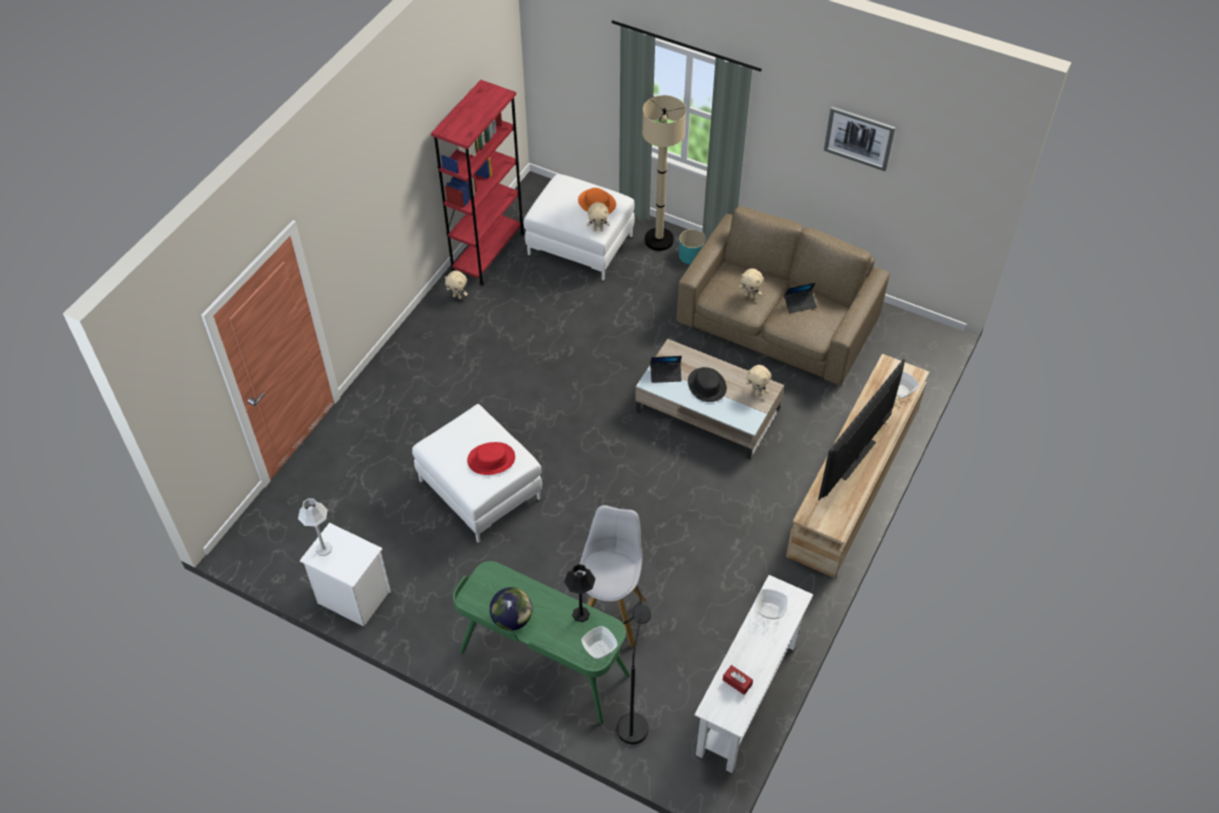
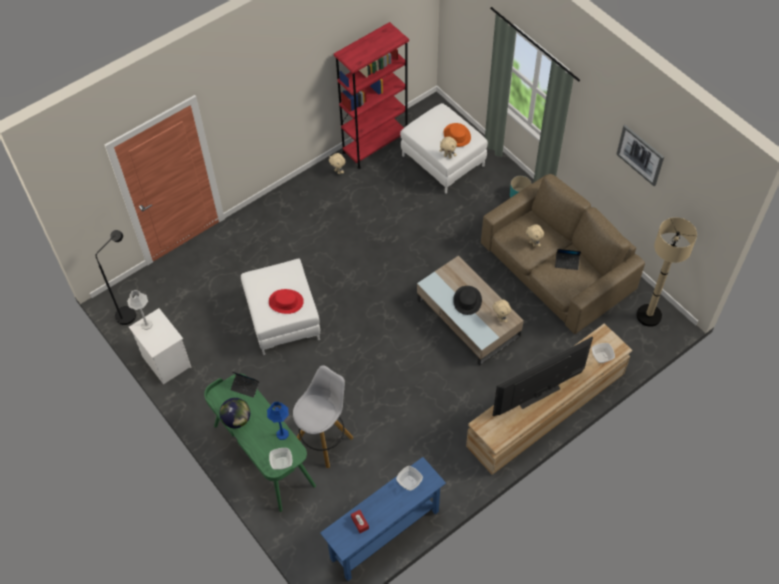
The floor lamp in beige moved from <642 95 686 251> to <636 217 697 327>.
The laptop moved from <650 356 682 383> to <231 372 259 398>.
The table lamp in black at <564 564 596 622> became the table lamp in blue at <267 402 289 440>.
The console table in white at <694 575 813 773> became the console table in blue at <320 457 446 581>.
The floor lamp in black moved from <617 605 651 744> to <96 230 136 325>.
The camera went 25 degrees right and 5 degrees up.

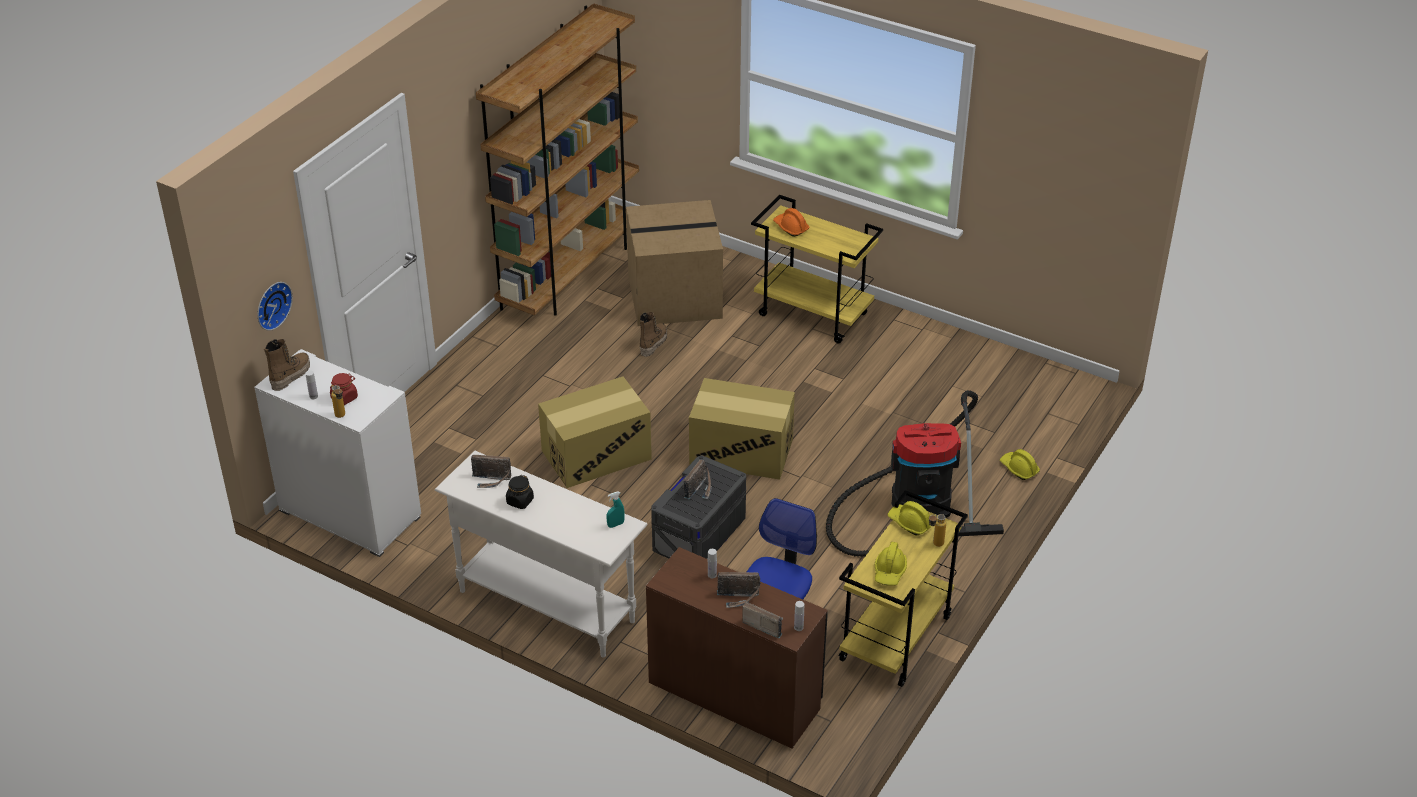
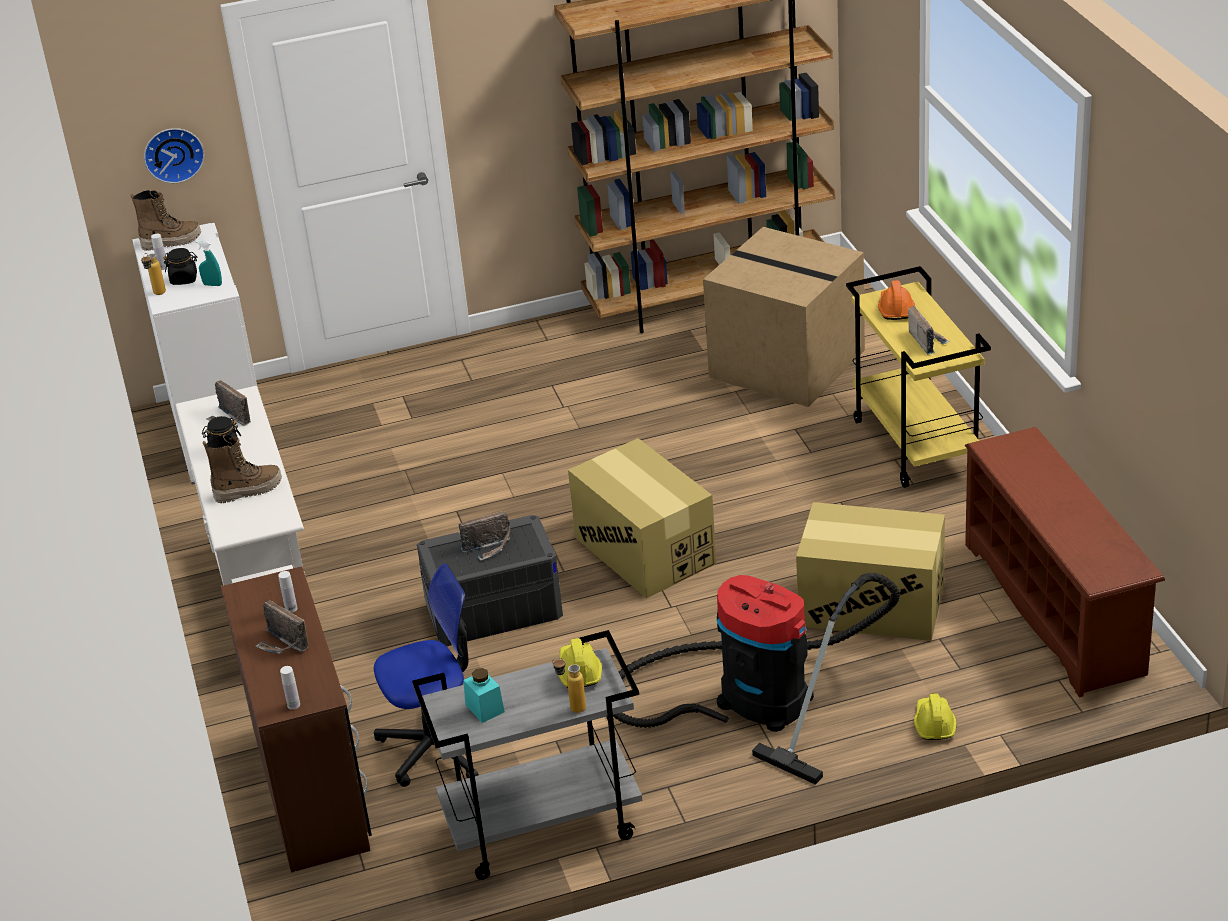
The boot moved from <640 312 667 357> to <203 434 282 503>.
The jar in red at <330 373 358 405> became the jar in black at <164 248 197 285>.
The cardboard box moved from <538 377 652 488> to <796 502 945 641>.
The cart in yellow at <838 490 968 687> became the cart in grey at <412 630 642 880>.
The spray bottle in turquoise moved from <606 491 625 528> to <196 241 222 286>.
The hard hat in yellow at <875 542 907 586> was replaced by the jar in turquoise at <463 668 505 723>.
The radio moved from <742 602 783 638> to <908 305 949 354>.
The shoe rack in brown at <965 427 1165 698> appeared.
The camera went 45 degrees right and 5 degrees down.

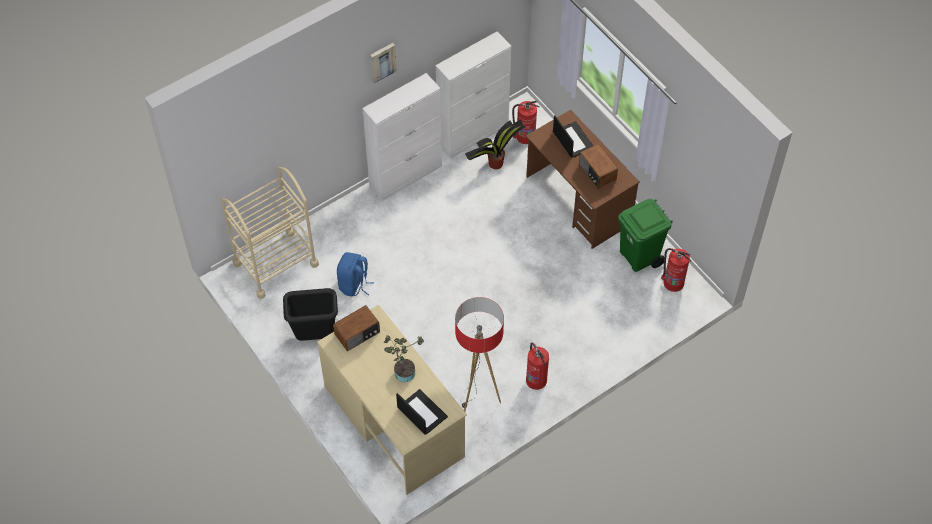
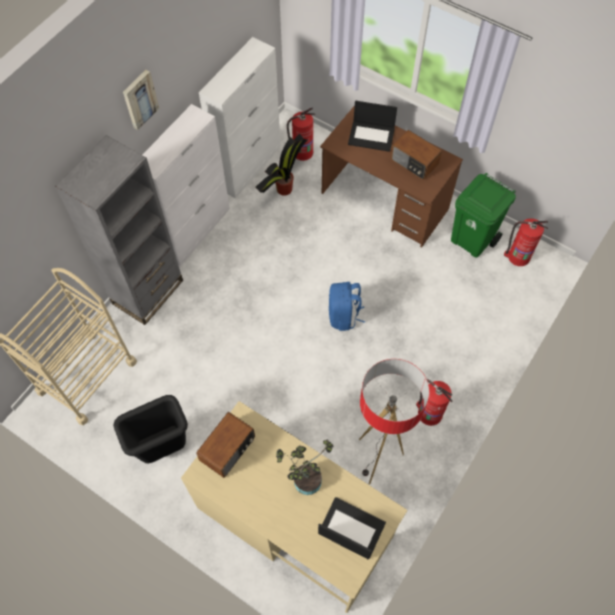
The laptop at <553 115 593 158> turned 150 degrees clockwise.
The backpack in blue moved from <337 252 374 297> to <329 282 365 331>.
The bookcase in grey at <55 135 183 325> appeared.
The camera went 20 degrees left and 5 degrees up.

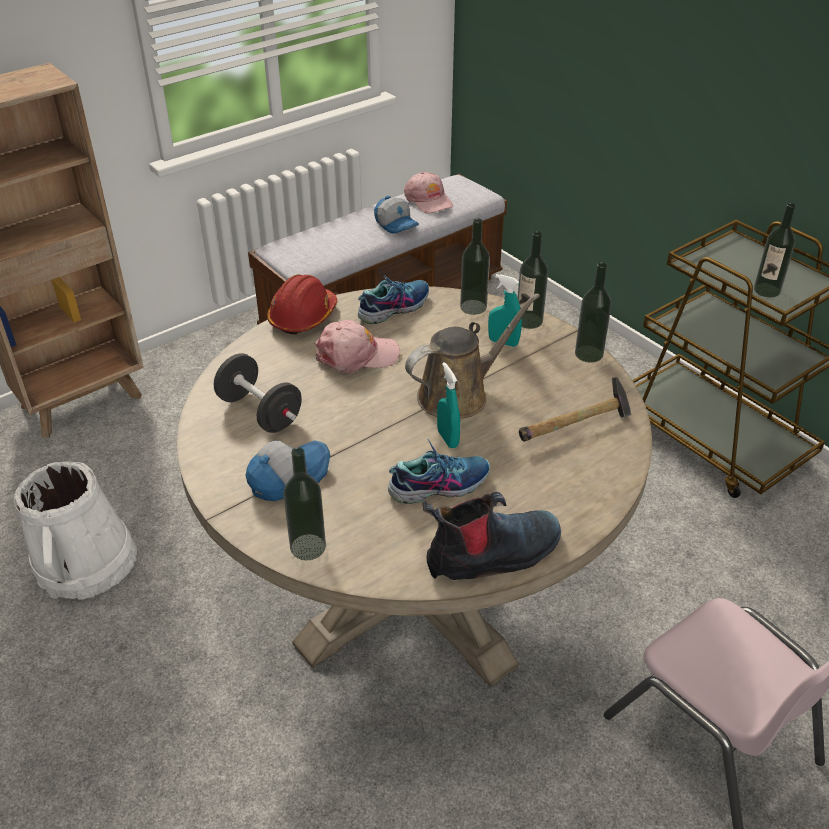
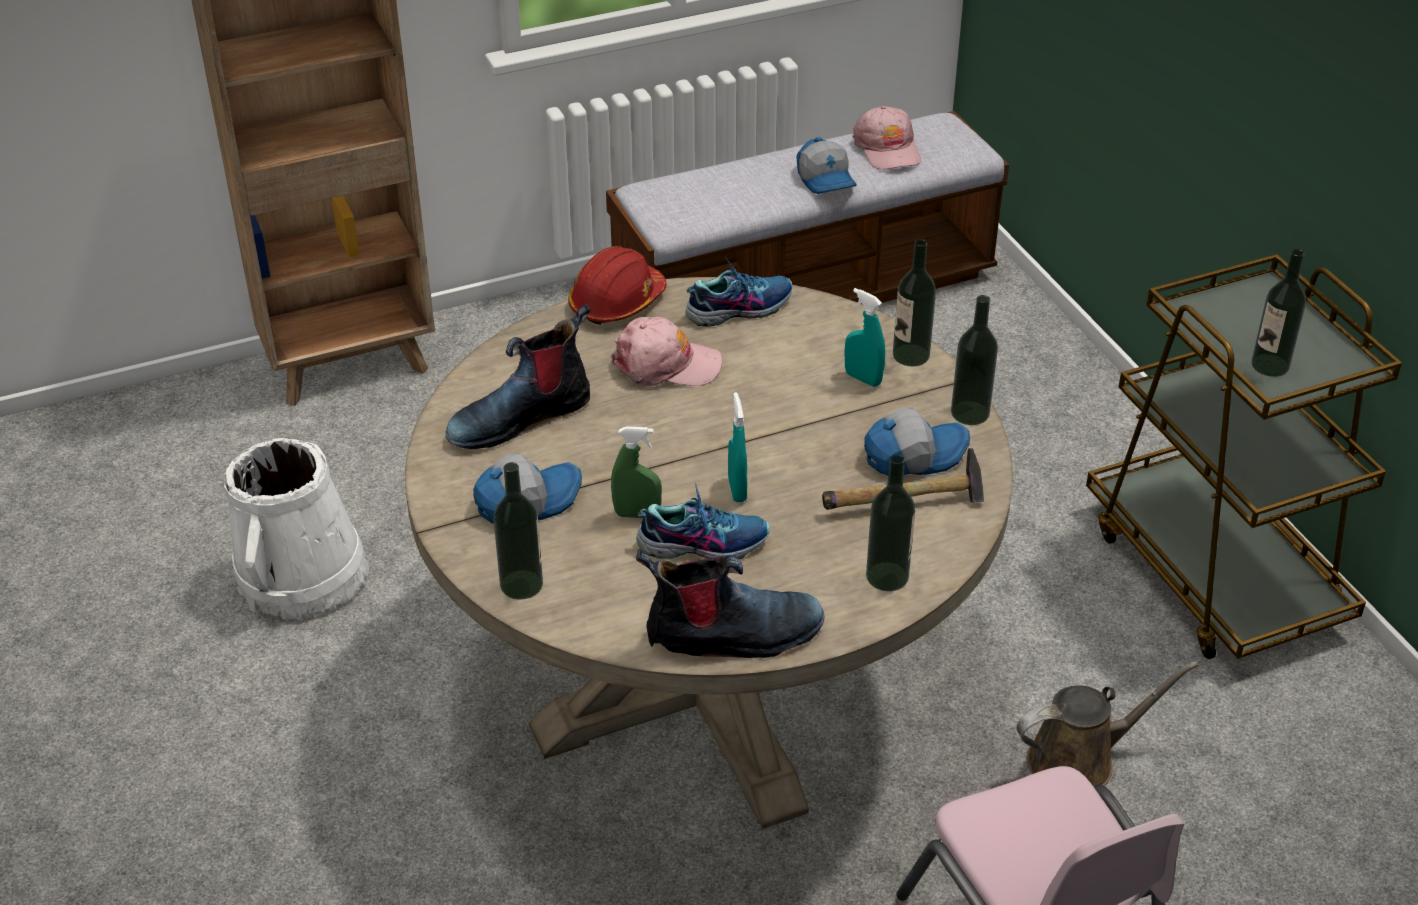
The bottle moved from <460 218 490 315> to <866 454 915 591>.
The watering can in brown moved from <405 293 540 418> to <1016 661 1198 786>.
The dumbbell in black at <214 353 302 433> was replaced by the boot at <445 304 590 449>.
The cap at <864 408 970 476> appeared.
The spray bottle in green at <611 426 662 518> appeared.
The camera went 15 degrees right and 0 degrees up.

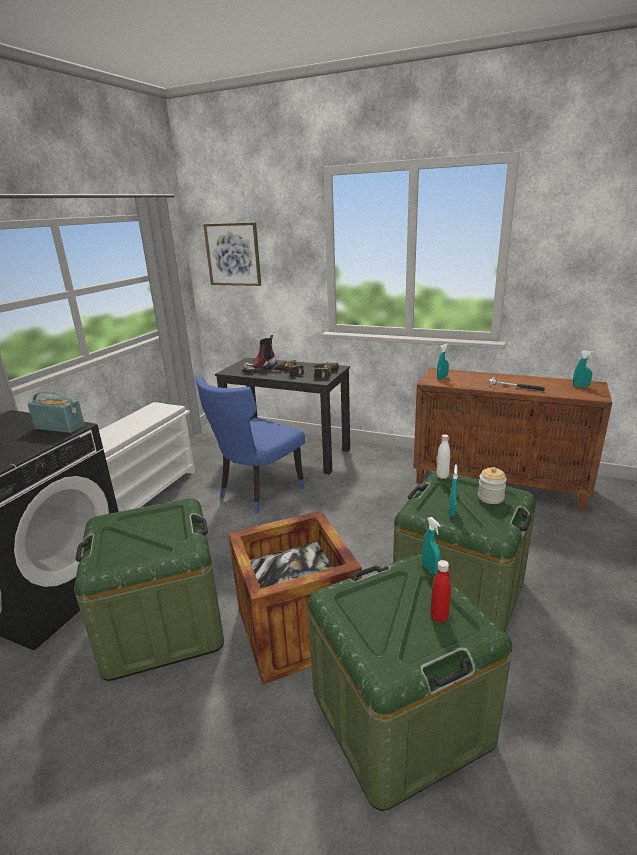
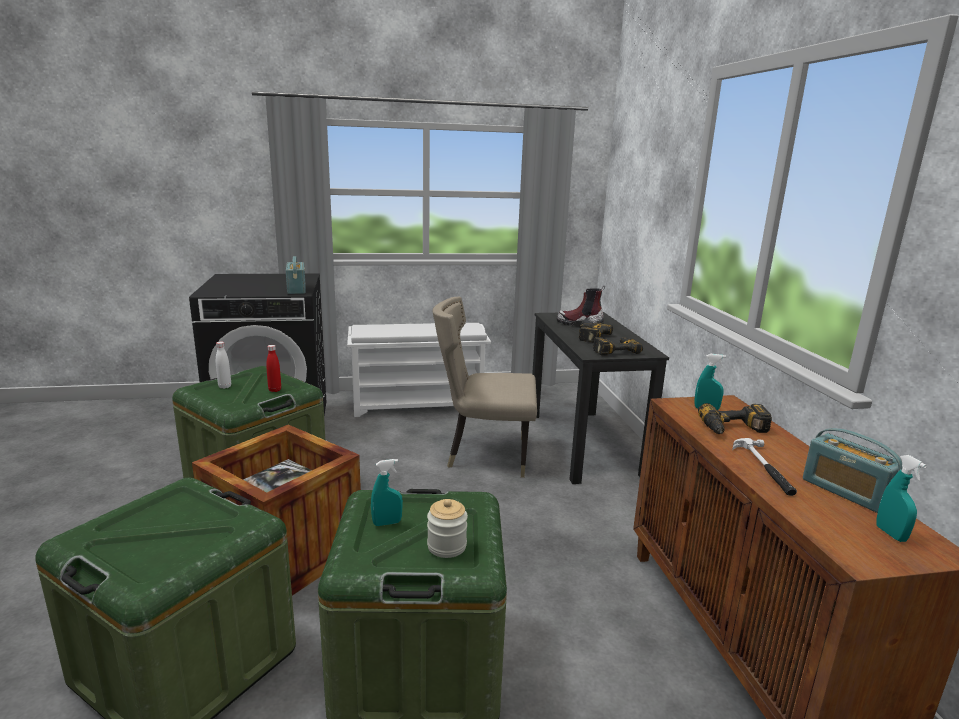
The picture at <203 222 261 286> disappeared.
The chair in blue at <196 376 305 513> became the chair in beige at <432 297 537 478>.
The bottle in white moved from <437 434 450 479> to <216 341 231 389>.
The spray bottle in turquoise at <422 517 441 574> disappeared.
The bottle in red moved from <430 560 451 623> to <266 345 281 392>.
The power drill at <698 403 772 434> appeared.
The radio at <803 428 902 513> appeared.
The camera went 55 degrees right and 5 degrees down.

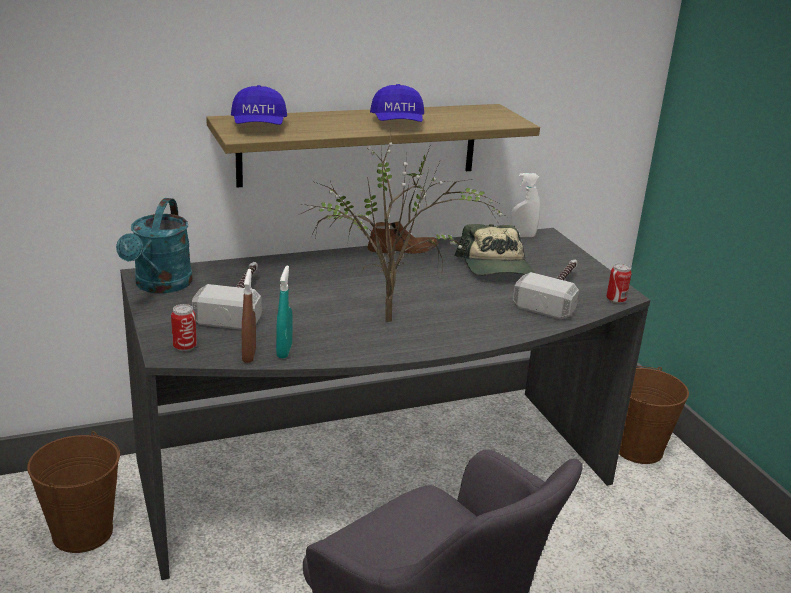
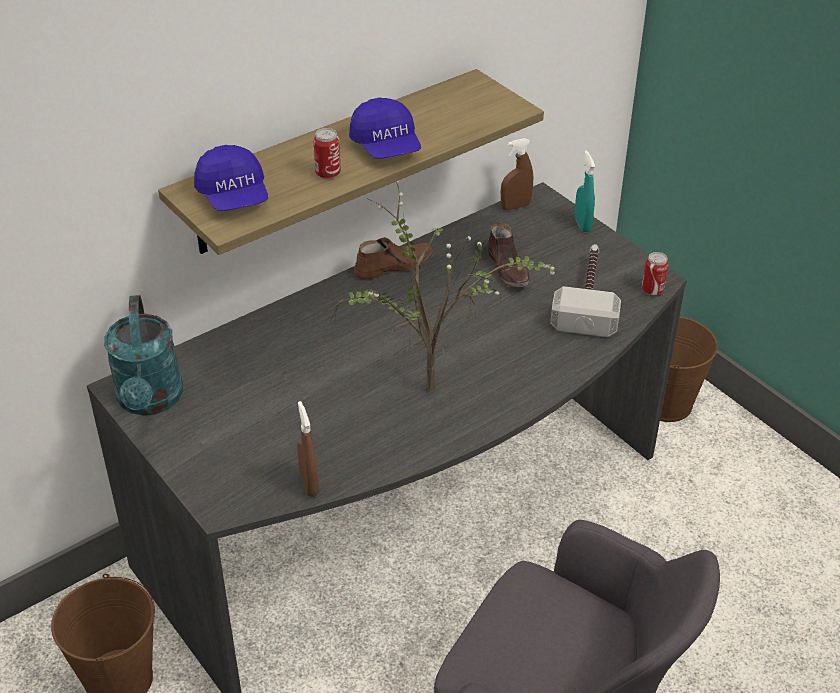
The spray bottle in white at <510 173 540 237> became the spray bottle in brown at <501 138 533 210>.
The cap at <454 224 535 275> was replaced by the shoe in brown at <487 222 530 287>.
The hammer at <192 262 262 330> disappeared.
The spray bottle in turquoise moved from <276 266 293 358> to <575 150 595 232>.
The can moved from <171 304 197 351> to <313 128 341 179>.
The camera went 15 degrees left and 15 degrees up.

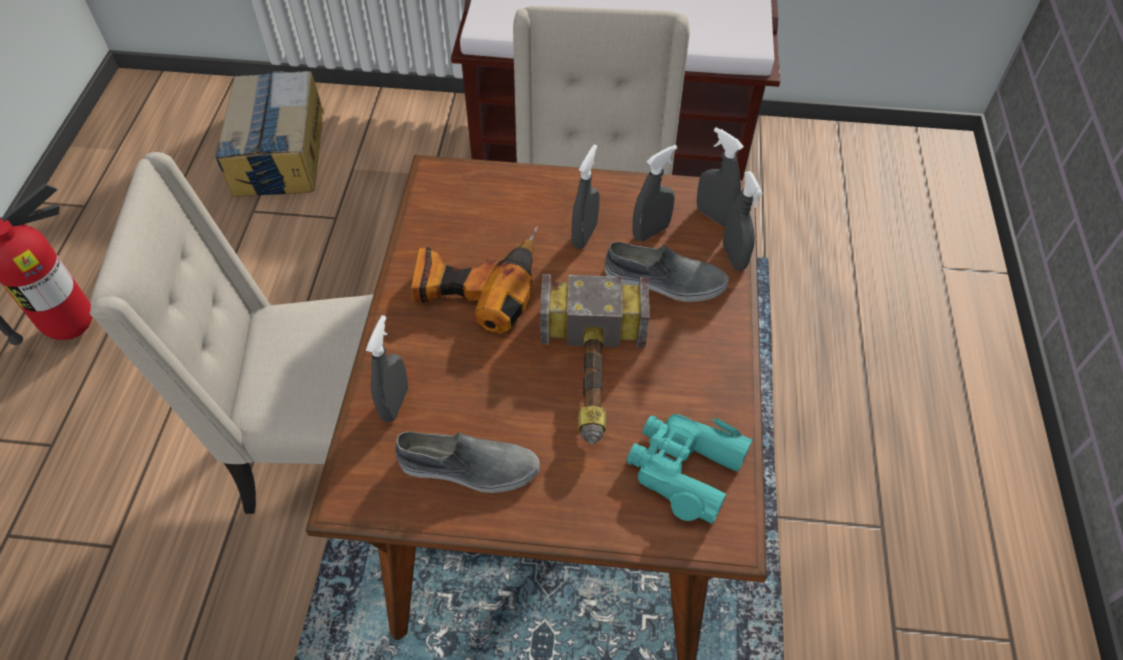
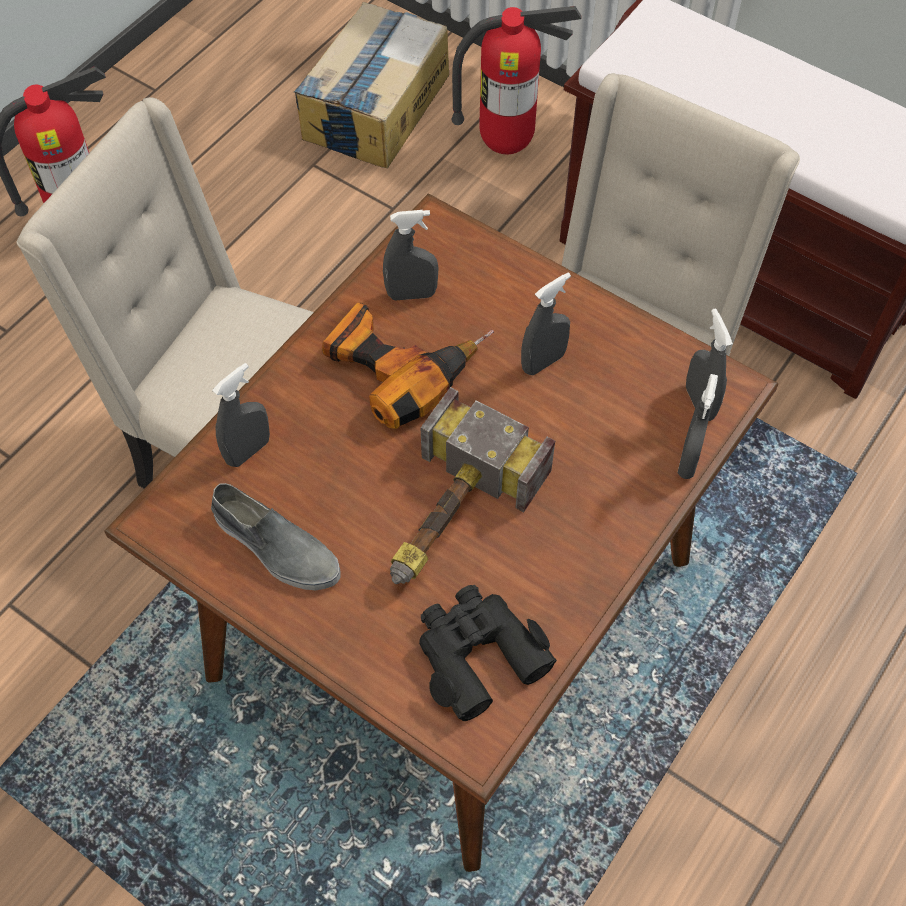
The spray bottle in grey moved from <633 145 677 241> to <383 210 439 300>.
The shoe in grey at <605 242 728 302> disappeared.
The binoculars in turquoise at <626 414 753 524> became the binoculars in black at <419 585 557 721>.
The fire extinguisher at <452 6 581 154> appeared.
The camera went 30 degrees right and 5 degrees up.

